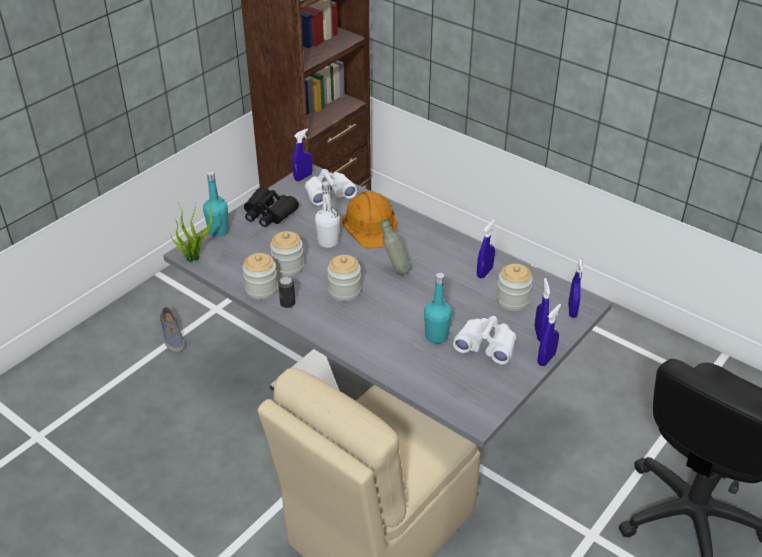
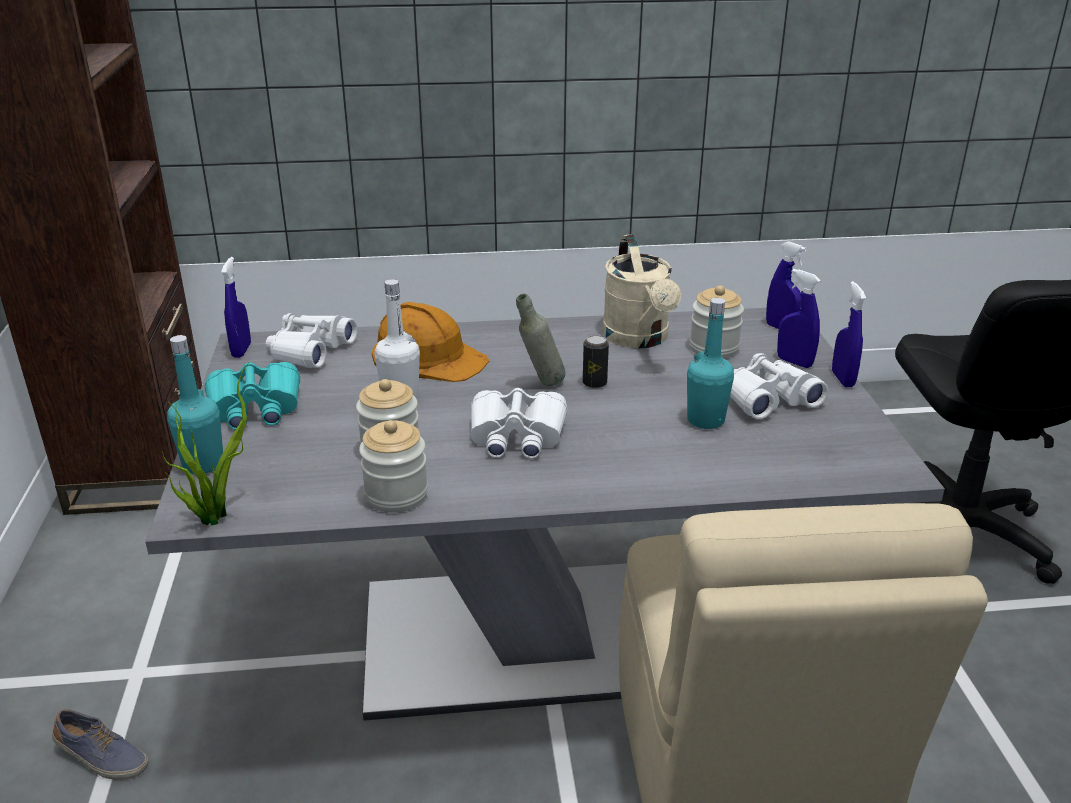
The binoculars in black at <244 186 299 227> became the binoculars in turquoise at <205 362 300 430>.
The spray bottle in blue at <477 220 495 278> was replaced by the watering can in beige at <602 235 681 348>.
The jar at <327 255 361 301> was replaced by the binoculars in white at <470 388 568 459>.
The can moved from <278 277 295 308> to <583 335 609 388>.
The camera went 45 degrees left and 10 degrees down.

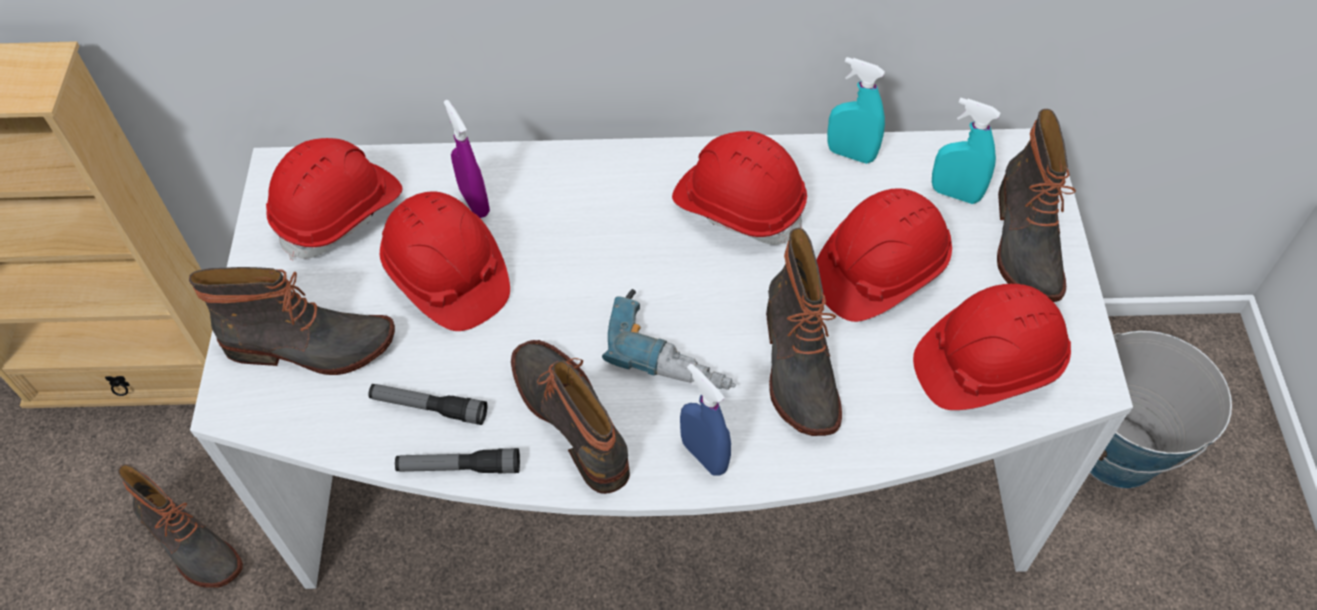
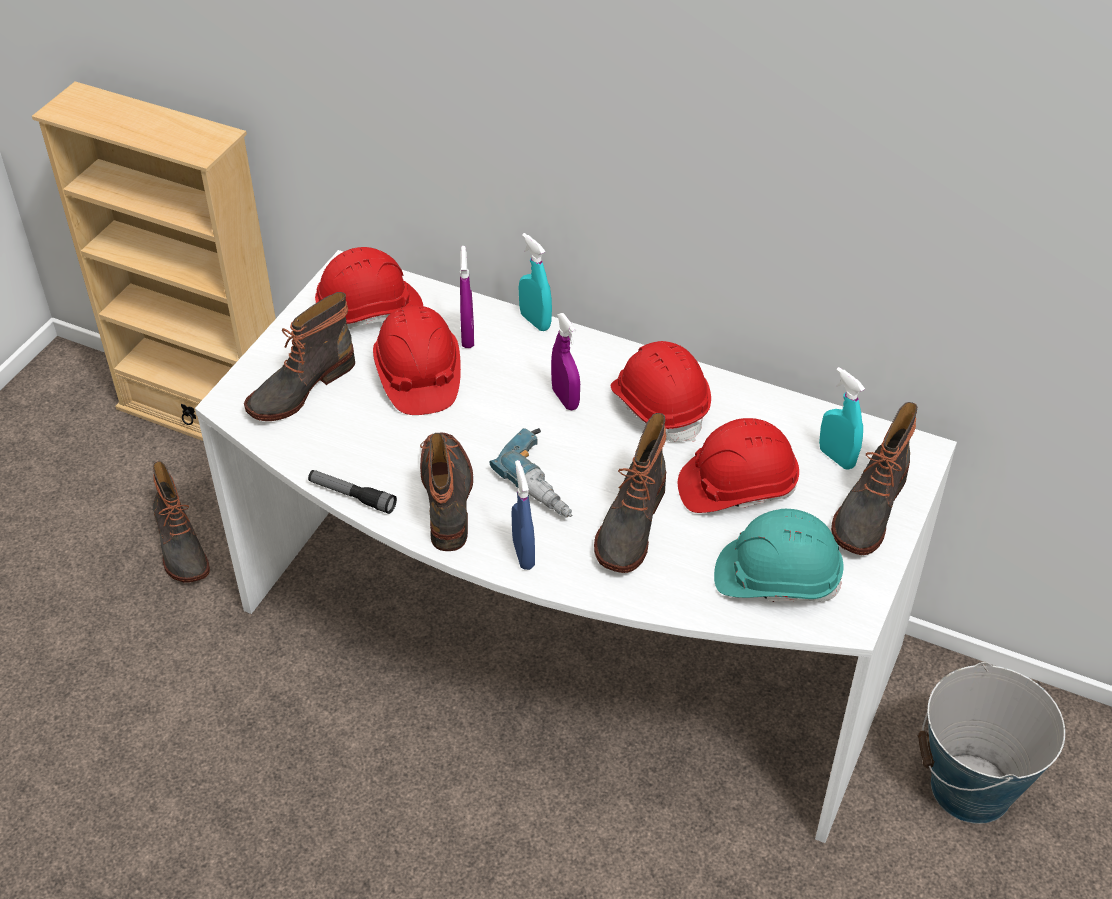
The spray bottle in turquoise moved from <827 57 885 164> to <518 233 552 331>.
The boot at <189 267 395 375> turned 105 degrees clockwise.
The hard hat in red at <913 284 1071 410> became the hard hat in turquoise at <714 509 844 602>.
The flashlight at <368 384 487 425> disappeared.
The spray bottle in purple at <551 313 580 410> appeared.
The camera went 25 degrees right and 10 degrees down.

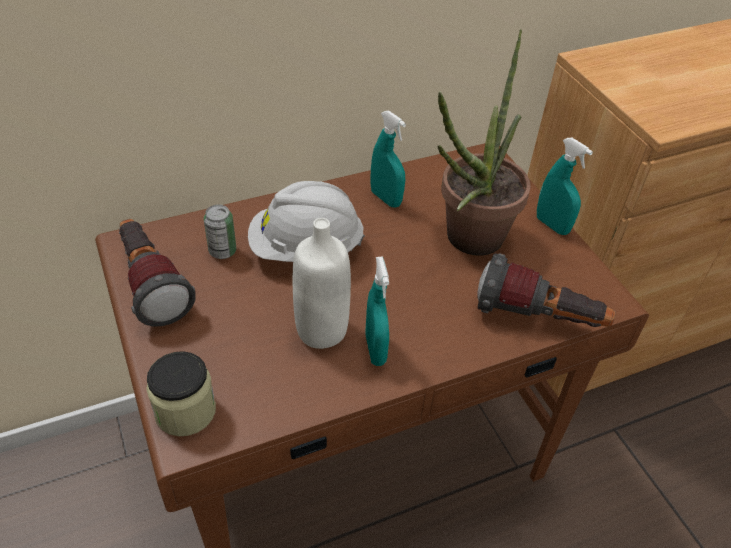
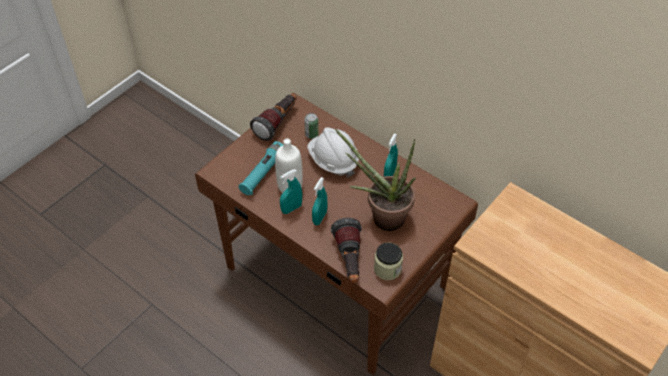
The spray bottle in turquoise moved from <537 138 593 235> to <312 177 327 225>.
The jar moved from <146 351 216 436> to <374 242 403 280>.
The flashlight in turquoise at <238 141 283 195> appeared.
The camera went 65 degrees right and 5 degrees up.

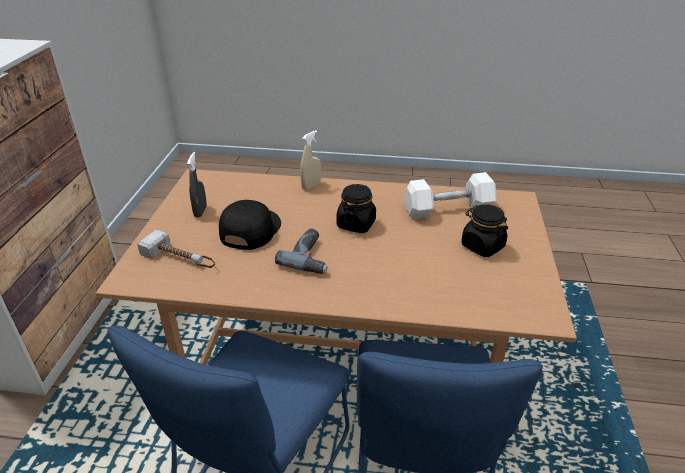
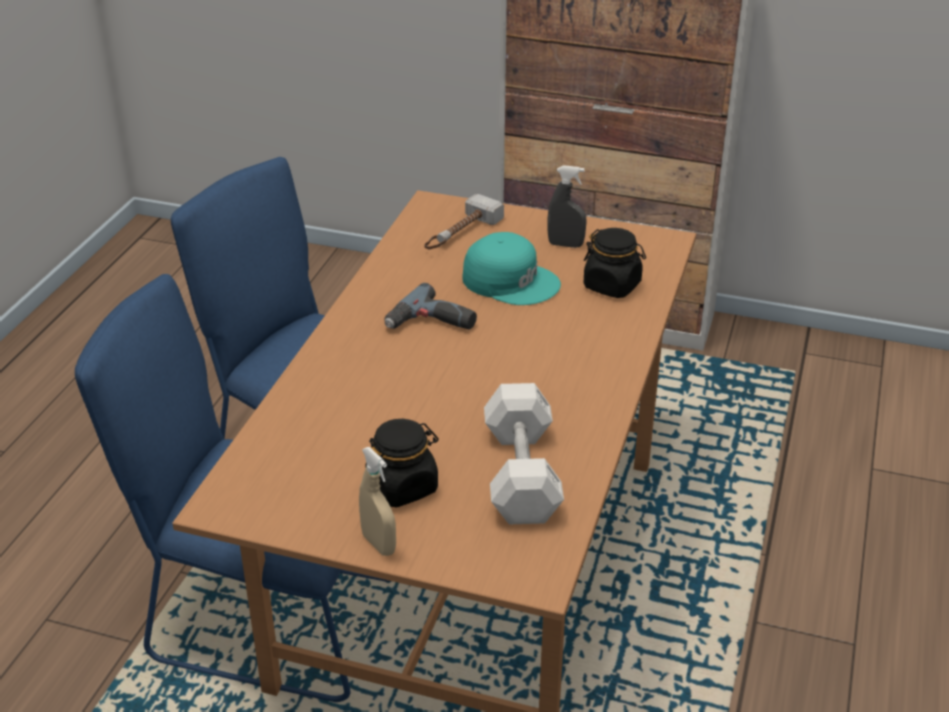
The spray bottle in beige moved from <300 130 321 190> to <359 447 396 556>.
The jar in black moved from <337 184 376 233> to <584 228 646 298>.
The cap in black at <219 200 281 250> became the cap in turquoise at <462 232 561 305>.
The camera went 100 degrees right and 0 degrees up.

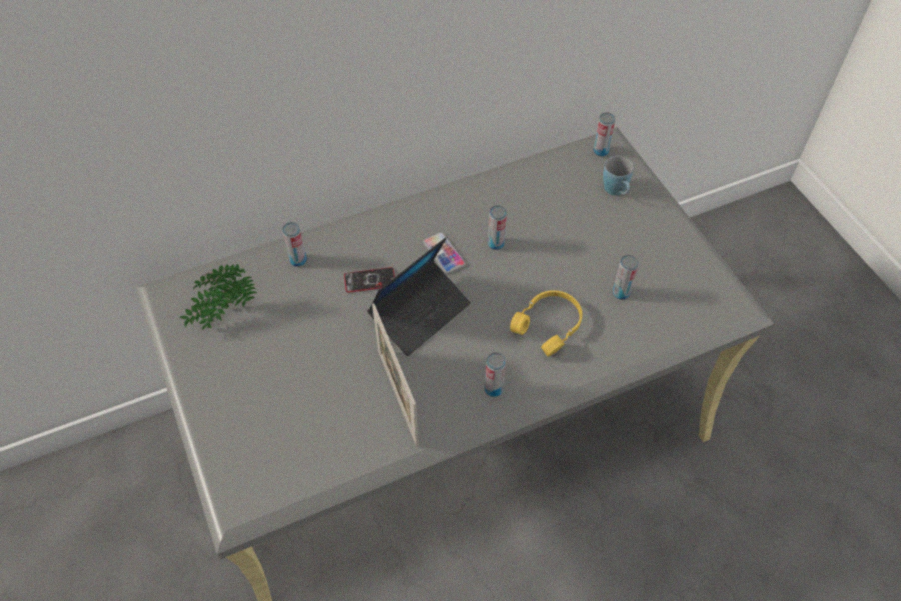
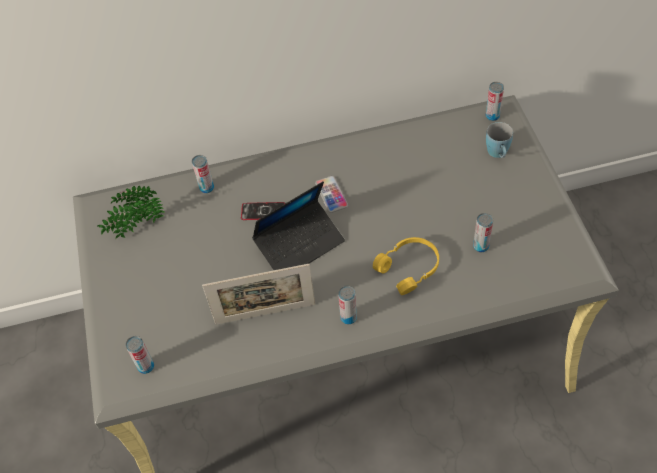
The can moved from <488 205 507 250> to <126 336 154 374>.
The picture frame at <372 303 419 447> turned 90 degrees counterclockwise.
The camera went 15 degrees right and 0 degrees up.

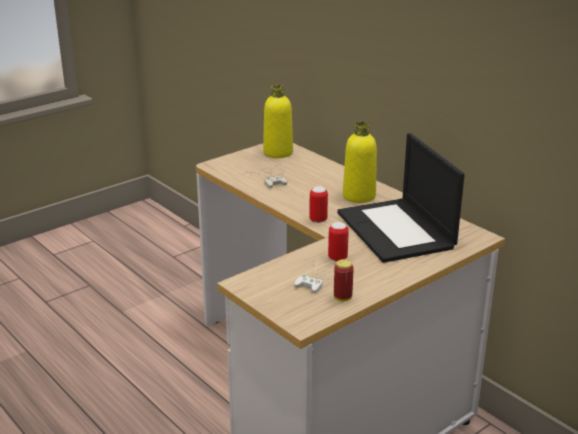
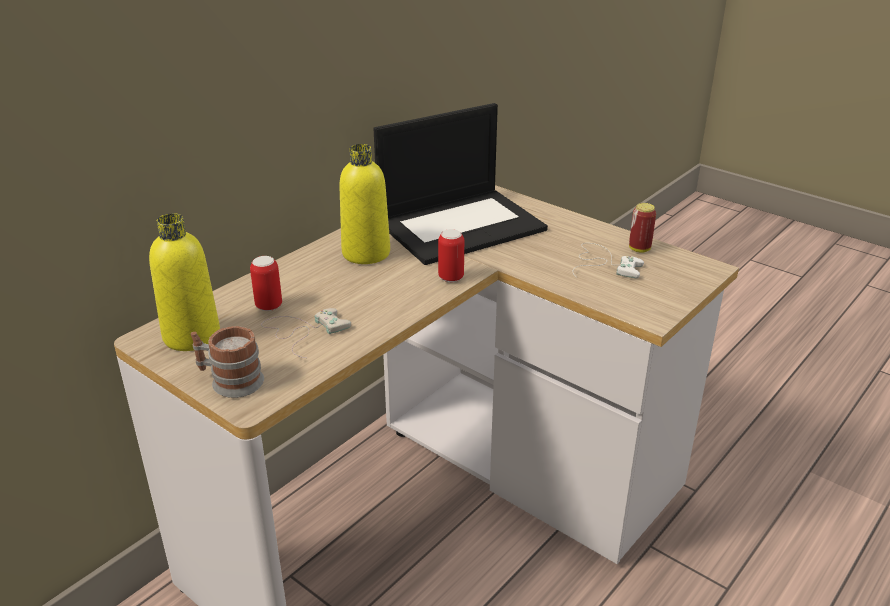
The can moved from <328 222 349 261> to <250 256 282 311>.
The mug at <191 326 264 398> appeared.
The camera went 100 degrees left and 5 degrees up.

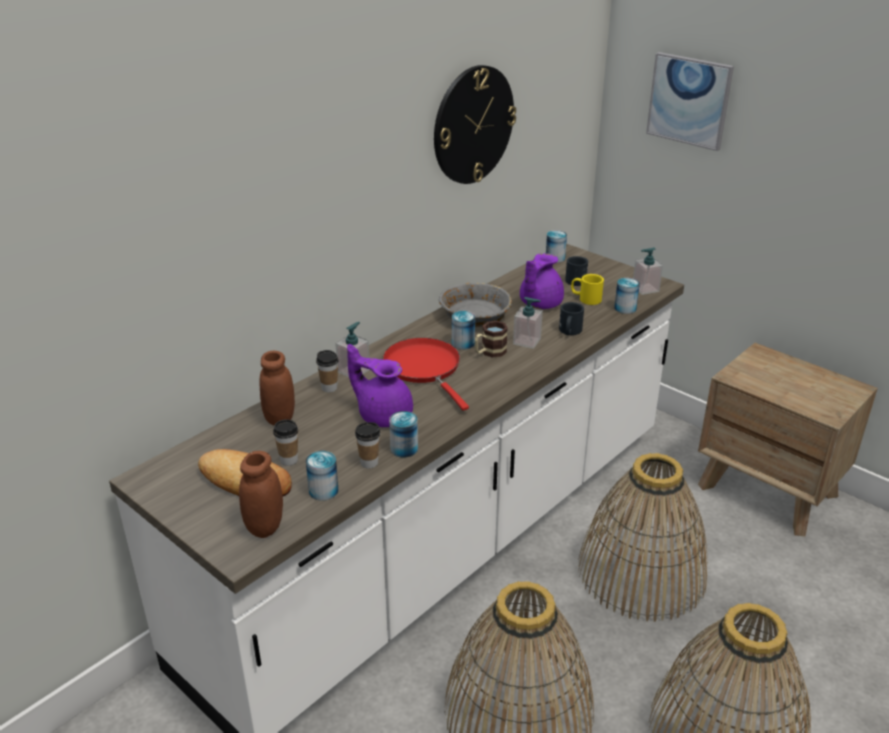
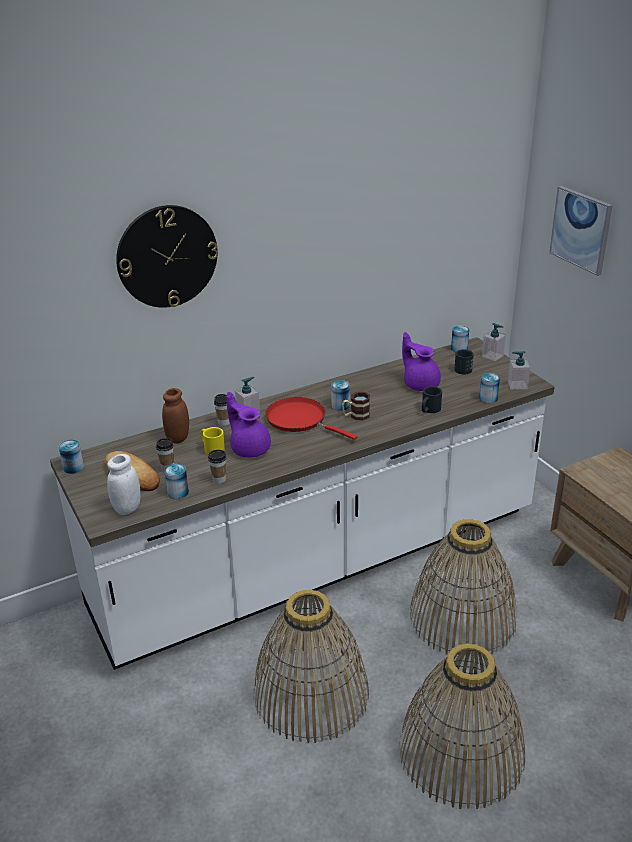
The wall clock moved from <434 65 516 184> to <116 205 218 308>.
The teapot in purple at <520 253 564 309> turned 90 degrees clockwise.
The mug in yellow moved from <571 274 604 305> to <201 427 225 455>.
The bowl in grey at <439 283 512 326> disappeared.
The soap dispenser moved from <513 297 543 349> to <482 323 506 361>.
The frying pan in red at <383 338 469 410> turned 45 degrees counterclockwise.
The can moved from <389 411 418 458> to <59 440 84 474>.
The jar in brown at <239 451 283 538> became the jar in white at <107 454 141 515>.
The camera went 20 degrees right and 0 degrees up.

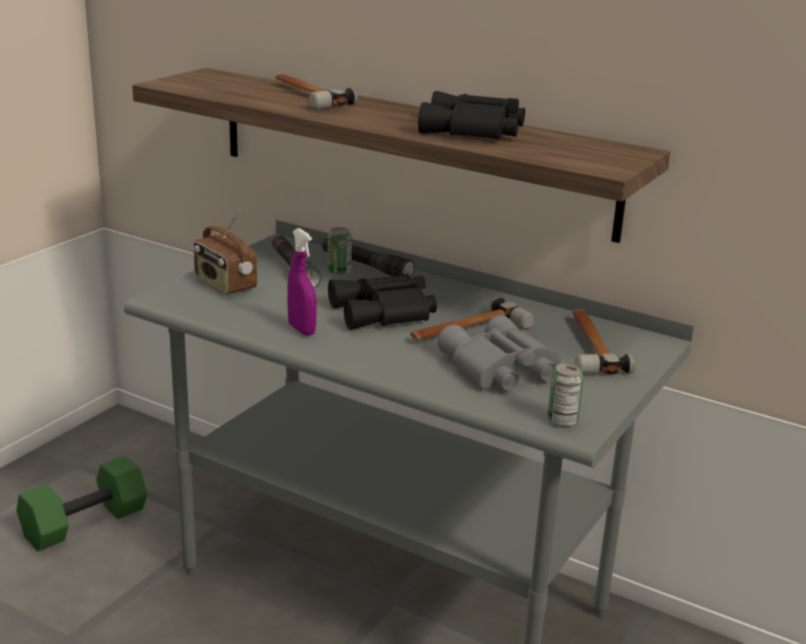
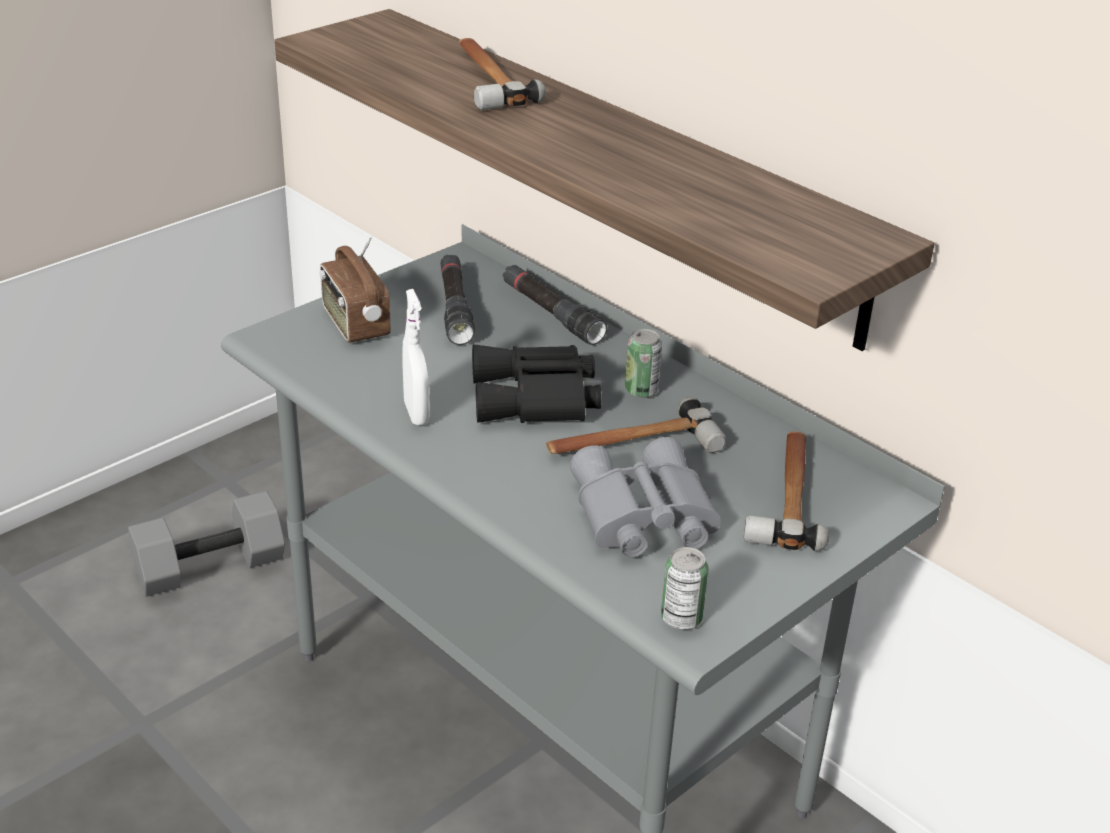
The binoculars in black at <418 91 525 140> disappeared.
The can moved from <328 227 352 276> to <624 329 662 398>.
The spray bottle in purple at <287 228 317 336> became the spray bottle in white at <402 289 430 425>.
The dumbbell in green at <16 456 147 551> became the dumbbell in grey at <128 491 285 597>.
The camera went 15 degrees right and 10 degrees up.

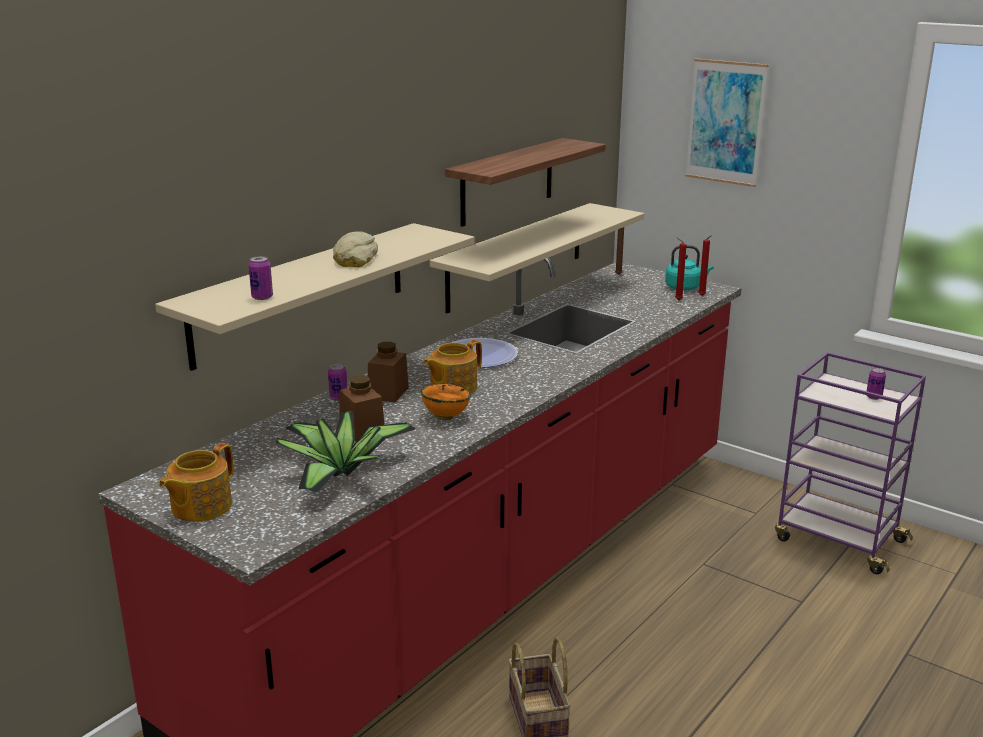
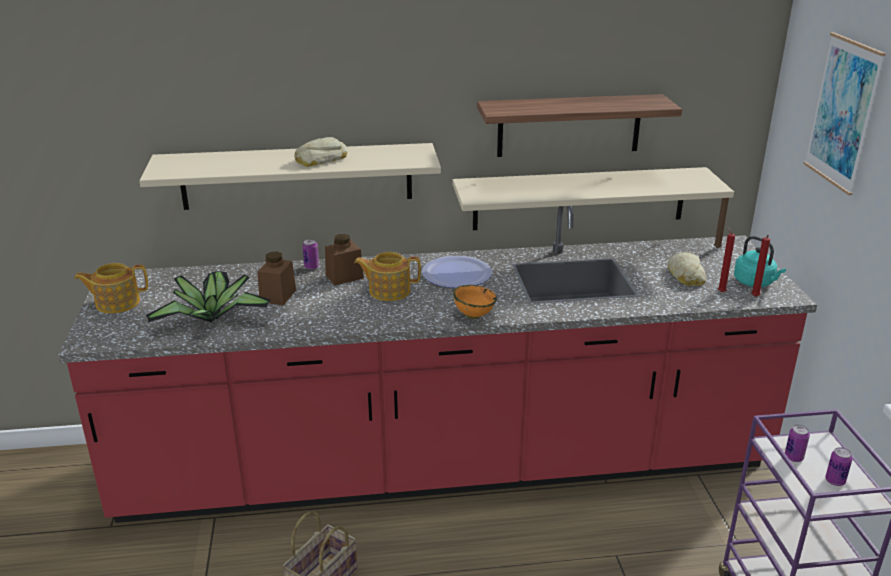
The can moved from <248 256 273 300> to <785 425 810 462>.
The bowl in orange moved from <421 384 472 420> to <453 285 497 319>.
The bread at <667 252 706 286> appeared.
The camera went 45 degrees right and 5 degrees up.

